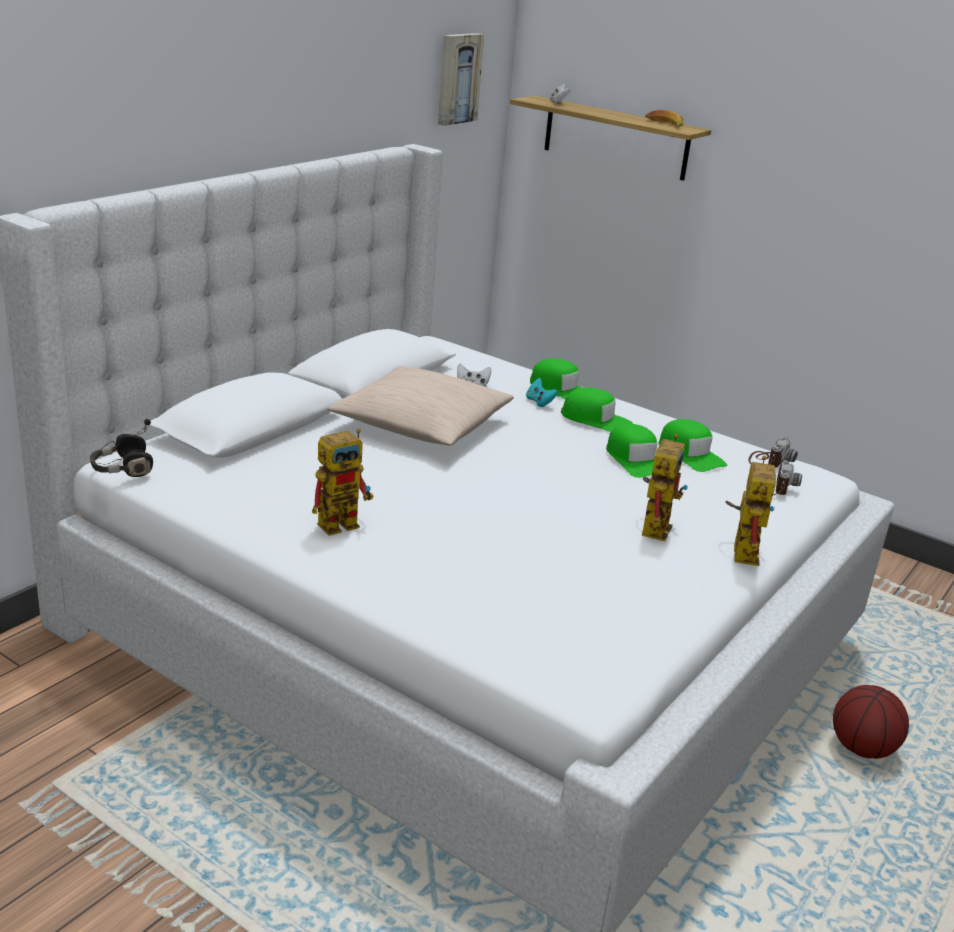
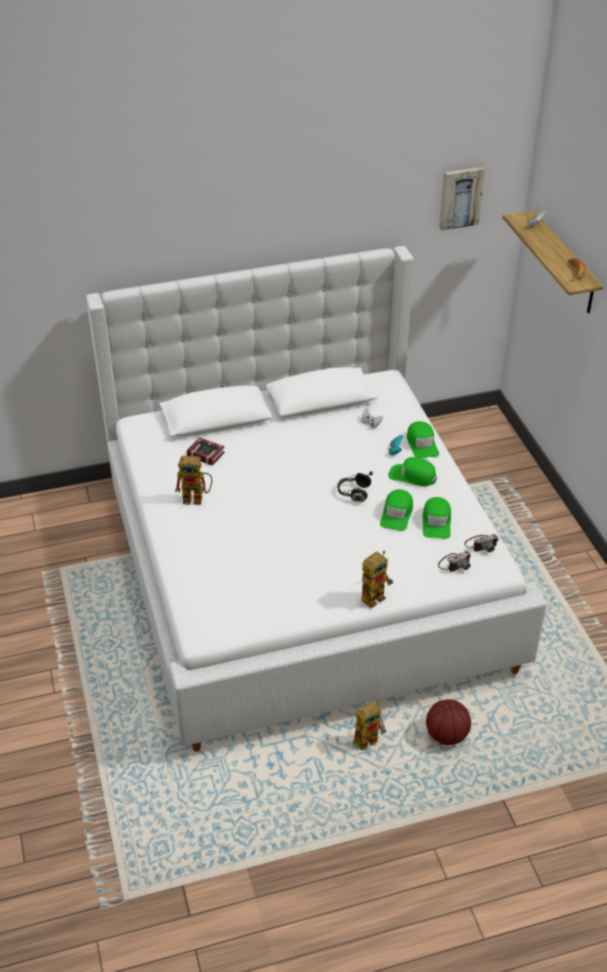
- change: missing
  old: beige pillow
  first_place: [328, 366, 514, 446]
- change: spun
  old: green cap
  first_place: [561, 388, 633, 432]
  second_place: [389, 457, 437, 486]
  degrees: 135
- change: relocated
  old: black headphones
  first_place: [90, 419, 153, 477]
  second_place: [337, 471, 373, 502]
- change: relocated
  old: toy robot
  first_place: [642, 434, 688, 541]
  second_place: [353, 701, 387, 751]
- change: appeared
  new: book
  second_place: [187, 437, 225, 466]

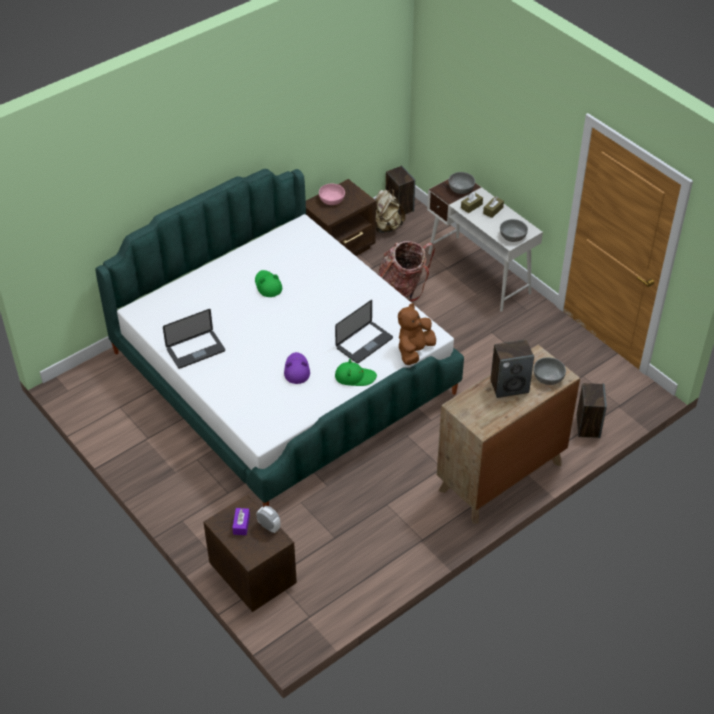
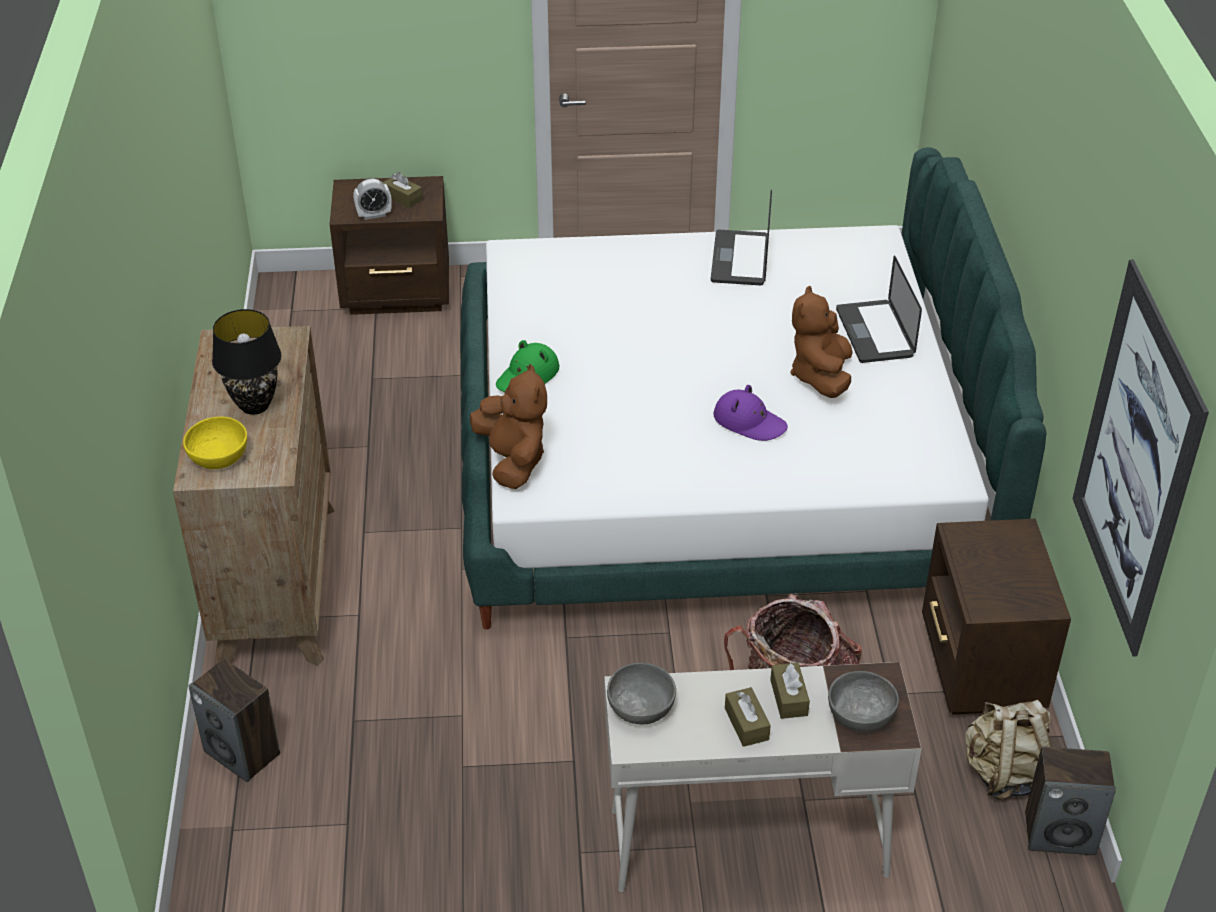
- change: missing
  old: pink bowl
  first_place: [319, 184, 345, 205]
- change: exchanged
  old: green hat
  new: brown plush toy
  first_place: [255, 270, 282, 297]
  second_place: [790, 286, 853, 398]
- change: relocated
  old: laptop
  first_place: [335, 300, 393, 364]
  second_place: [836, 256, 922, 363]
- change: exchanged
  old: speaker
  new: black table lamp
  first_place: [490, 339, 534, 398]
  second_place: [212, 309, 282, 415]
- change: relocated
  old: purple hat
  first_place: [284, 352, 310, 384]
  second_place: [714, 385, 788, 441]
- change: colour
  old: grey bowl
  new: yellow bowl
  first_place: [533, 357, 566, 385]
  second_place: [183, 417, 247, 469]
- change: colour
  old: purple tissue box
  new: brown tissue box
  first_place: [232, 508, 250, 535]
  second_place: [383, 172, 423, 208]
- change: appeared
  new: picture
  second_place: [1073, 259, 1209, 657]

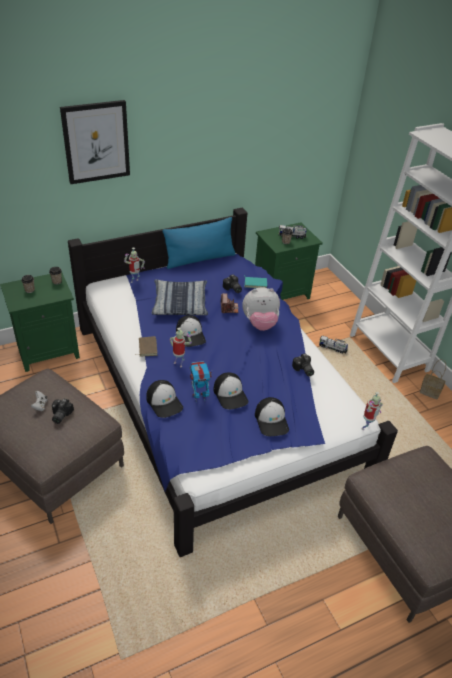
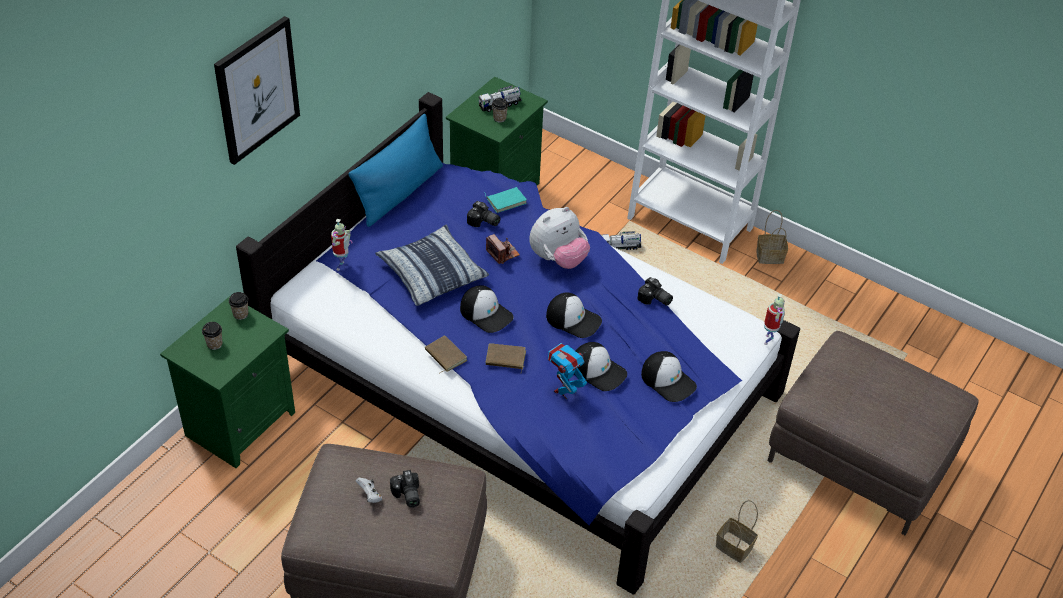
- change: exchanged
  old: toy robot
  new: brown book
  first_place: [169, 328, 192, 367]
  second_place: [486, 343, 526, 372]
- change: relocated
  old: cap
  first_place: [146, 380, 183, 418]
  second_place: [546, 292, 602, 338]
- change: appeared
  new: basket
  second_place: [716, 500, 758, 563]

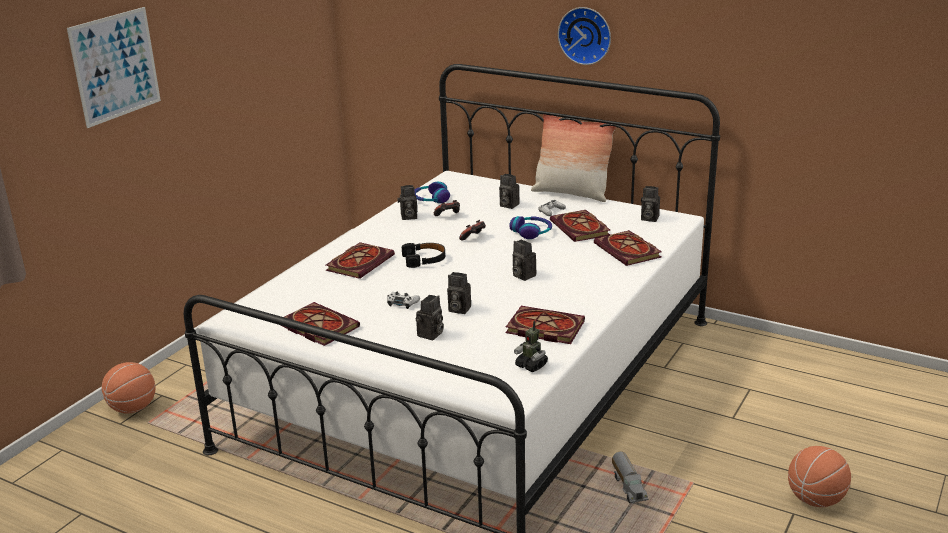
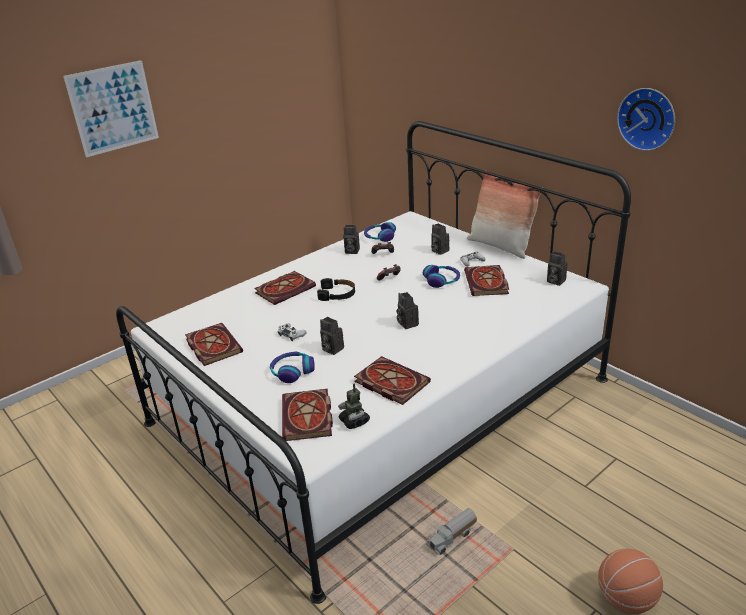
- change: relocated
  old: wall clock
  first_place: [558, 7, 611, 65]
  second_place: [617, 88, 675, 151]
- change: relocated
  old: book
  first_place: [594, 230, 662, 266]
  second_place: [282, 389, 333, 441]
- change: exchanged
  old: photo camera
  new: headphones
  first_place: [416, 295, 444, 340]
  second_place: [270, 352, 315, 383]
- change: missing
  old: basketball
  first_place: [102, 362, 155, 413]
- change: spun
  old: toy truck
  first_place: [612, 451, 648, 503]
  second_place: [426, 508, 477, 555]
  degrees: 45

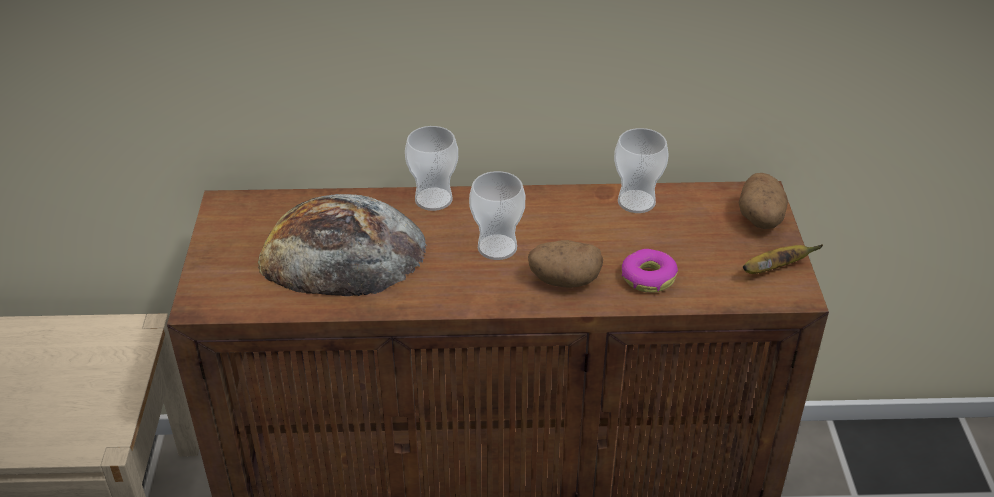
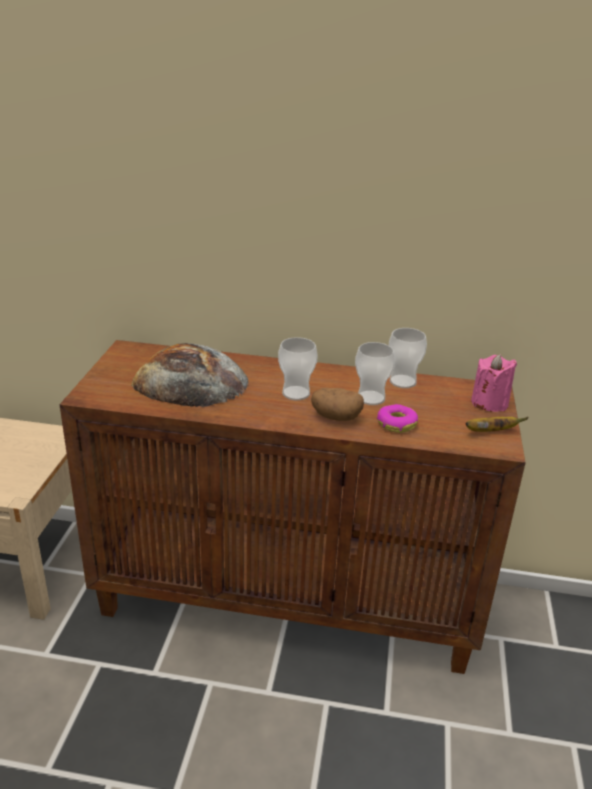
- change: relocated
  old: cup
  first_place: [405, 126, 458, 211]
  second_place: [355, 342, 395, 405]
- change: exchanged
  old: potato
  new: pink candle
  first_place: [738, 173, 788, 229]
  second_place: [471, 354, 517, 412]

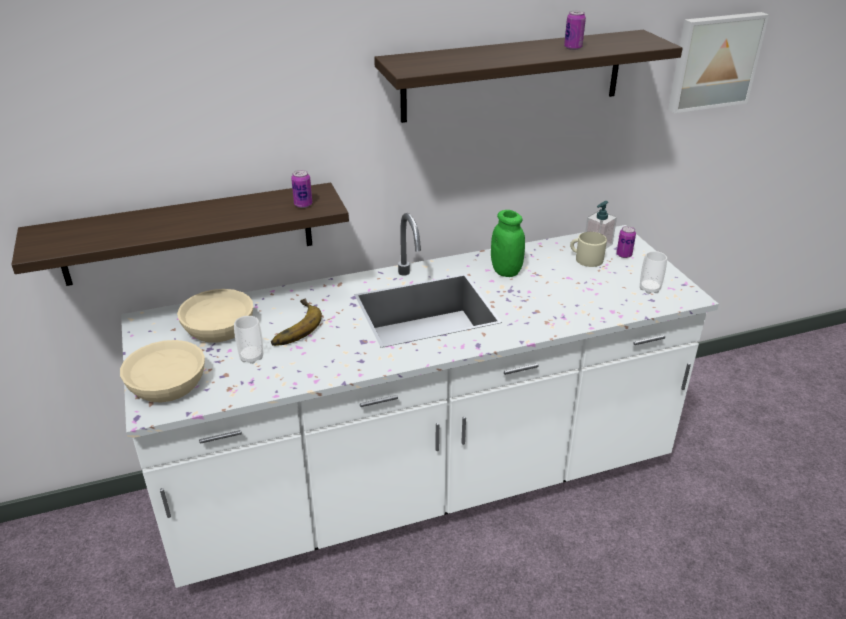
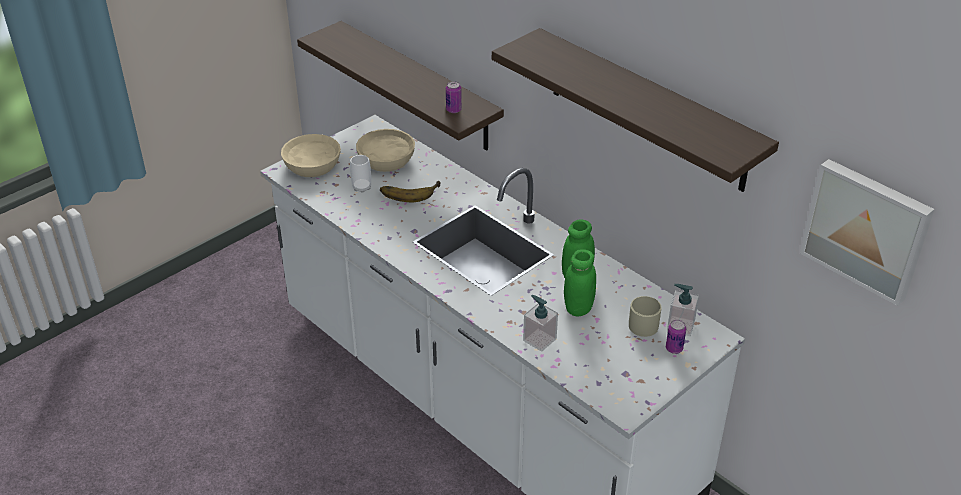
- change: missing
  old: can
  first_place: [564, 11, 586, 50]
- change: missing
  old: cup
  first_place: [640, 251, 667, 294]
- change: appeared
  new: green jar
  second_place: [564, 249, 596, 317]
- change: appeared
  new: soap dispenser
  second_place: [523, 295, 558, 352]

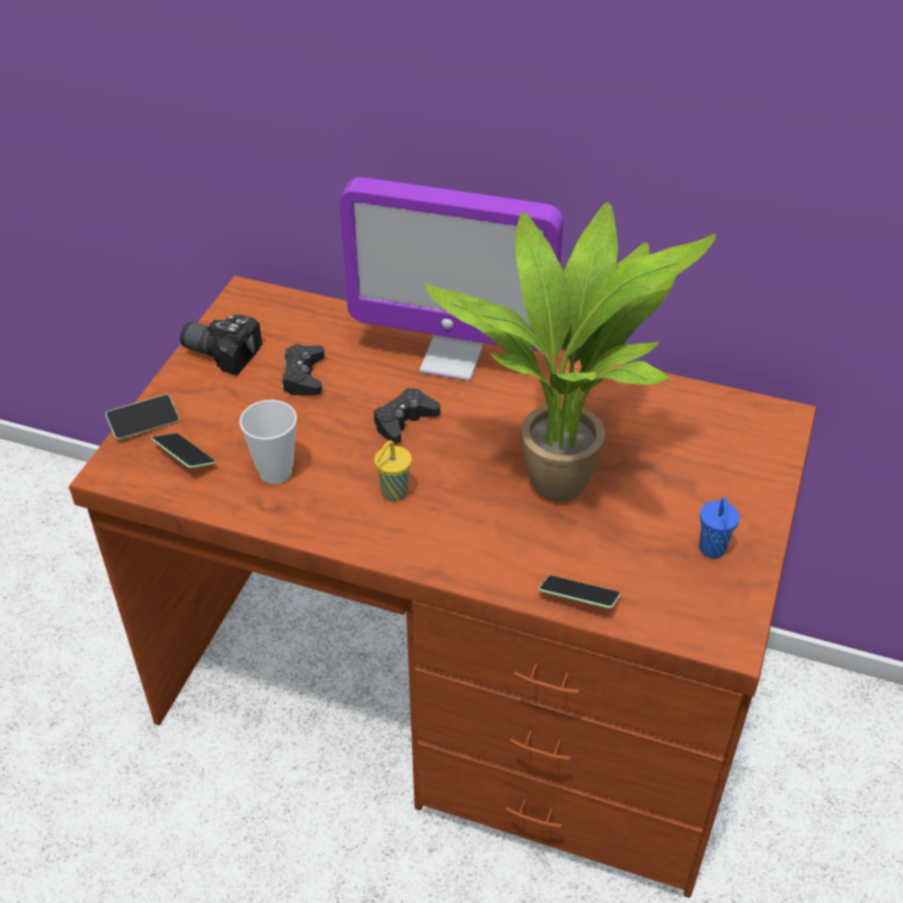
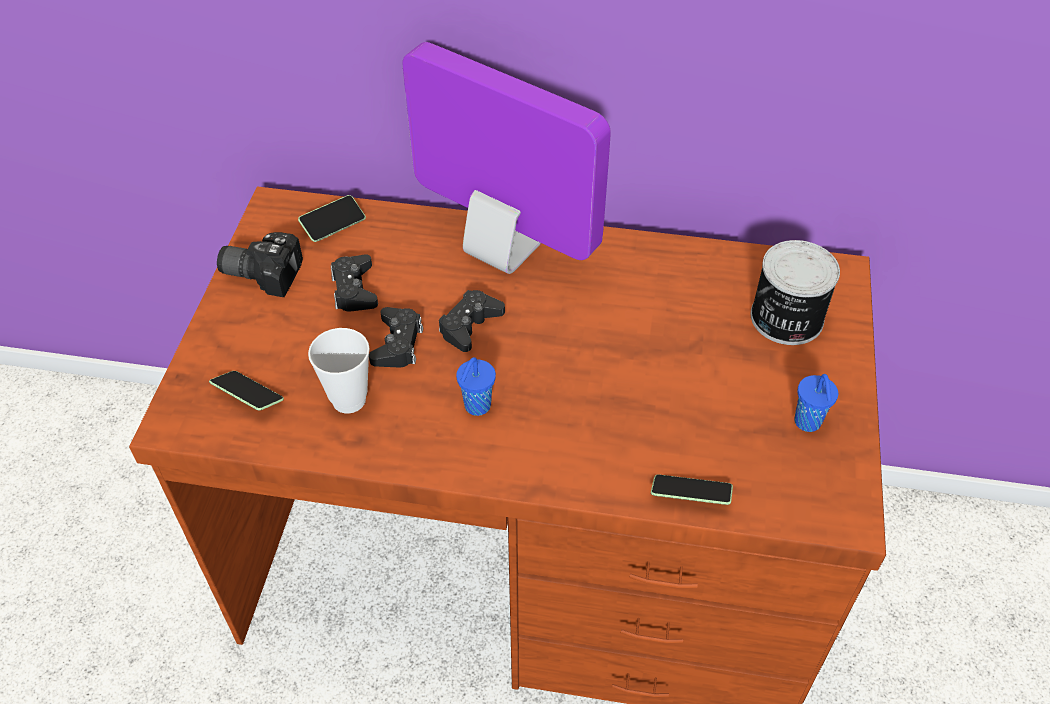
- change: spun
  old: monitor
  first_place: [340, 177, 563, 381]
  second_place: [403, 42, 611, 274]
  degrees: -150
- change: missing
  old: potted plant
  first_place: [425, 202, 716, 502]
- change: relocated
  old: phone
  first_place: [105, 394, 180, 440]
  second_place: [298, 195, 366, 242]
- change: colour
  old: yellow cup
  new: blue cup
  first_place: [374, 440, 412, 501]
  second_place: [456, 357, 496, 416]
- change: appeared
  new: can
  second_place: [751, 240, 840, 345]
- change: appeared
  new: black game controller
  second_place: [369, 307, 423, 367]

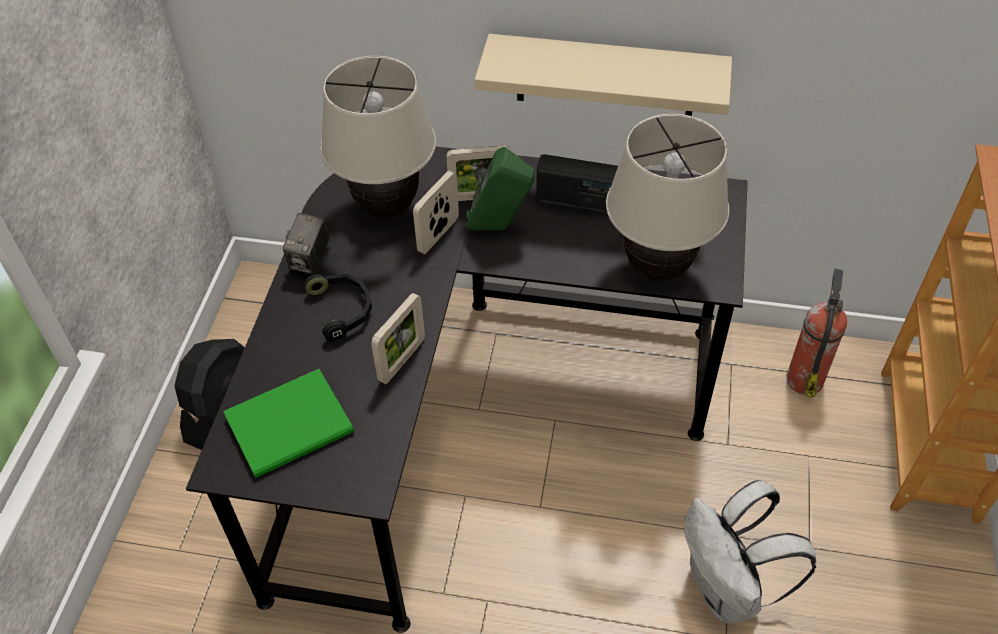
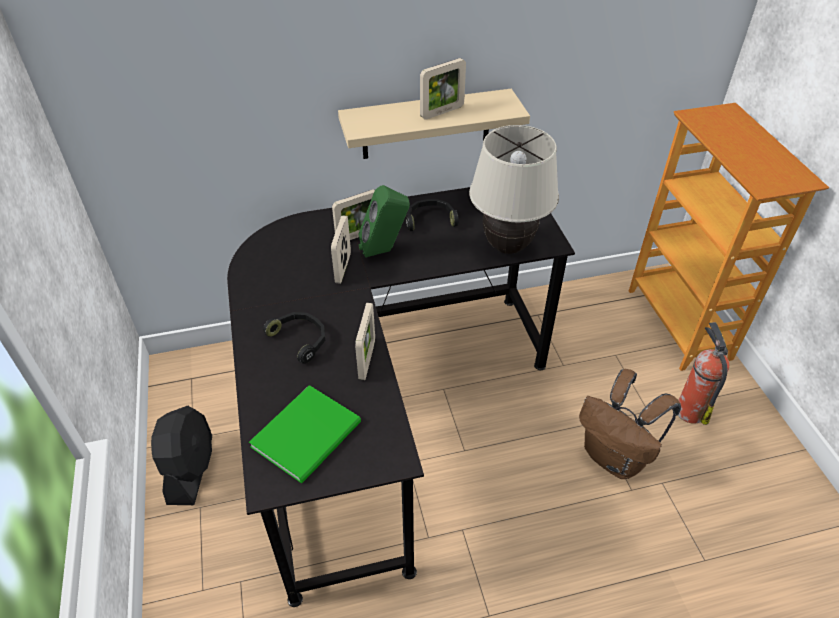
- change: missing
  old: beige table lamp
  first_place: [321, 56, 436, 218]
- change: exchanged
  old: radio
  new: black headphones
  first_place: [536, 154, 618, 214]
  second_place: [406, 199, 459, 231]
- change: missing
  old: photo camera
  first_place: [283, 213, 330, 275]
- change: relocated
  old: fire extinguisher
  first_place: [786, 268, 847, 397]
  second_place: [678, 322, 729, 425]
- change: colour
  old: white backpack
  new: brown backpack
  first_place: [684, 480, 816, 623]
  second_place: [579, 369, 681, 479]
- change: appeared
  new: picture frame
  second_place: [420, 58, 466, 120]

